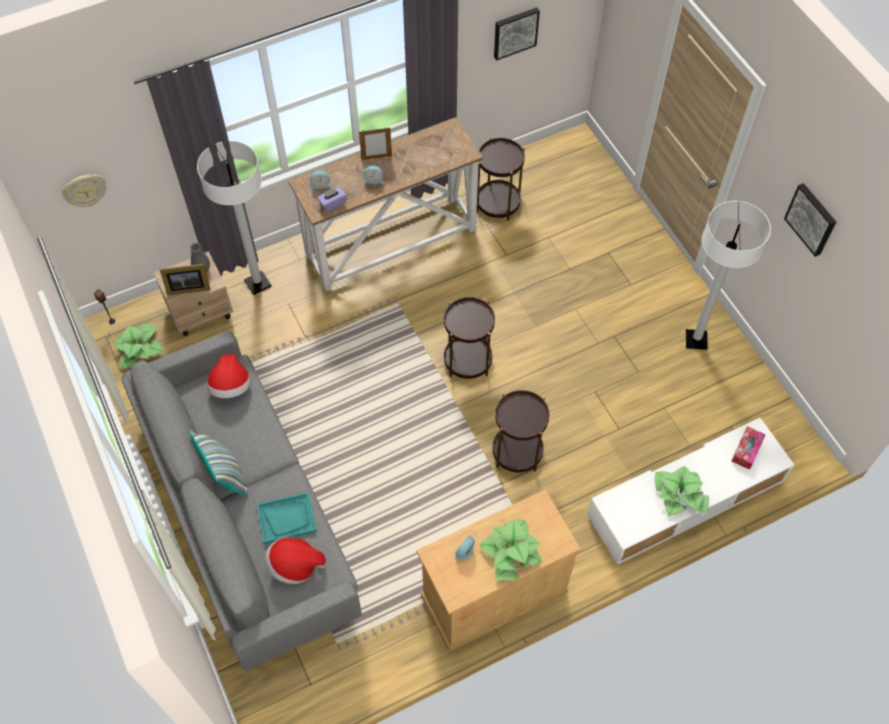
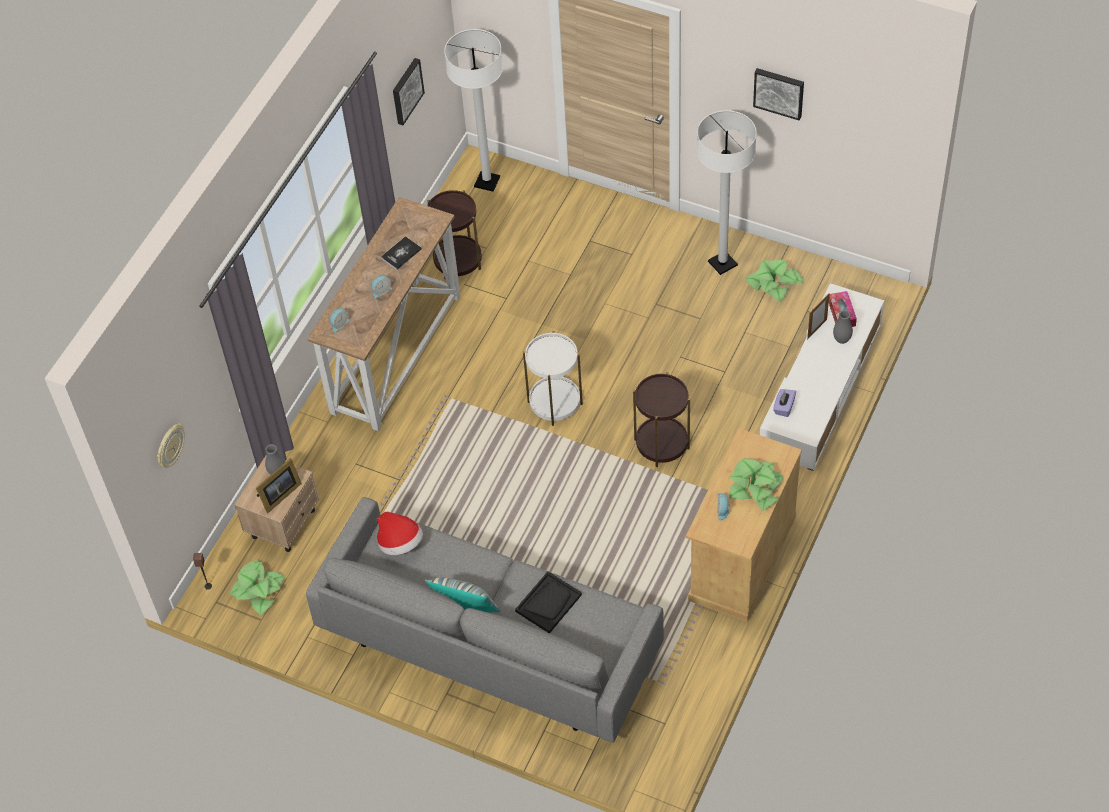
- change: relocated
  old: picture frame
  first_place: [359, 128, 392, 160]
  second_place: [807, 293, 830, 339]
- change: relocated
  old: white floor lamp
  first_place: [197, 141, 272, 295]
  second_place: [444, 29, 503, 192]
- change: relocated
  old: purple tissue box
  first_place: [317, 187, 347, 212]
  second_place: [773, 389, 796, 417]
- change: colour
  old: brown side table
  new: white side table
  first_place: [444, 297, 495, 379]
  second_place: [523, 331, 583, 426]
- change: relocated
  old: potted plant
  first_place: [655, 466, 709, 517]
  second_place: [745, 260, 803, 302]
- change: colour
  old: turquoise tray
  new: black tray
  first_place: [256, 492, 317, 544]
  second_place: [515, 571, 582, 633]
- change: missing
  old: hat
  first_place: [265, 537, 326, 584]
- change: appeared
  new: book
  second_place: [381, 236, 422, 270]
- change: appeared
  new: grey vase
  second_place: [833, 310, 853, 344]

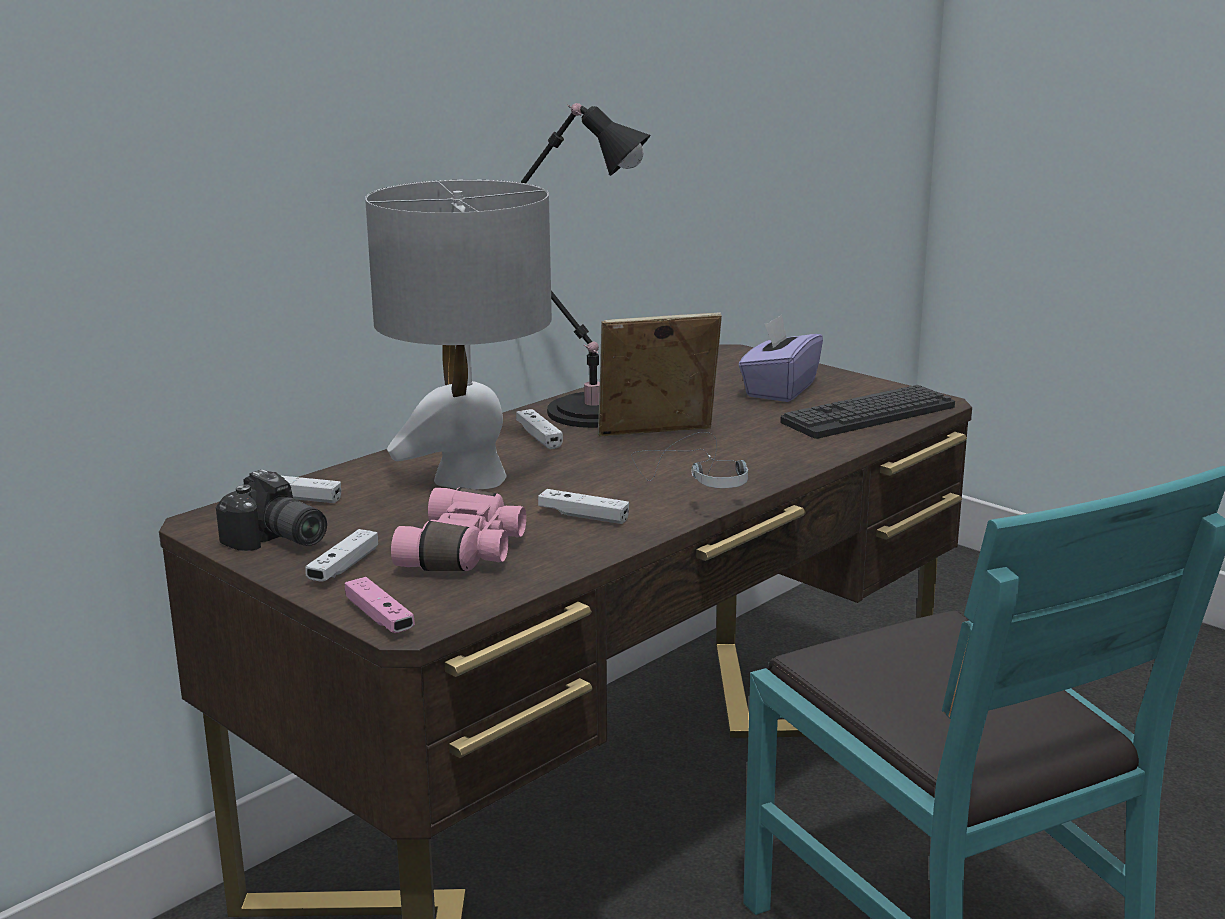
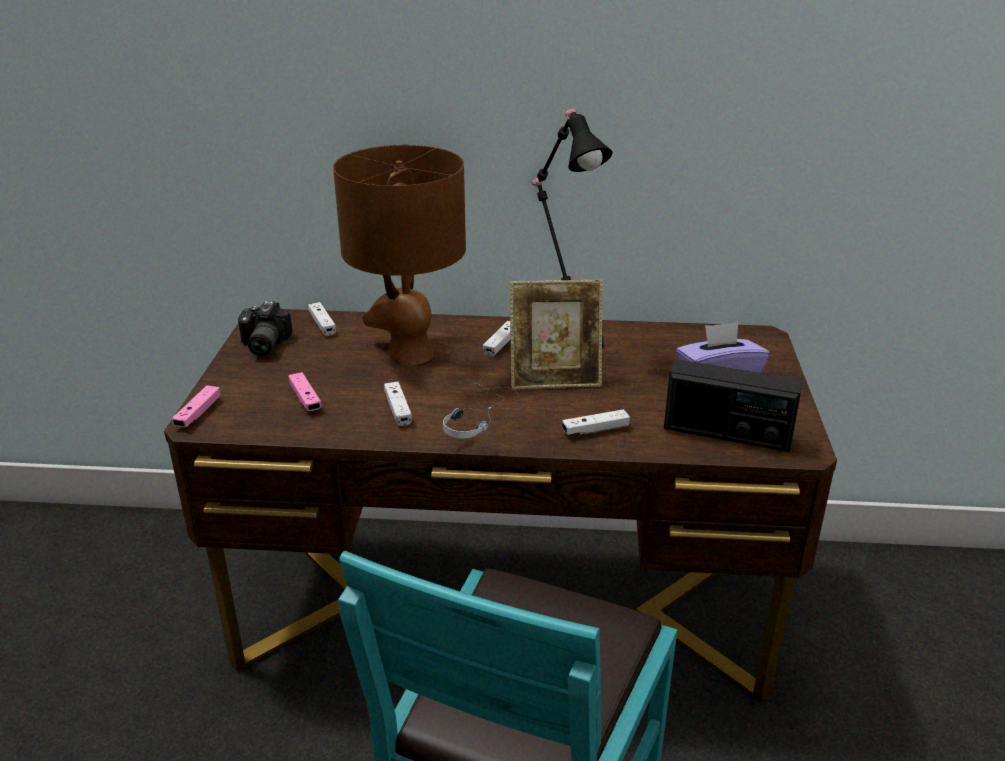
- change: colour
  old: grey table lamp
  new: brown table lamp
  first_place: [365, 180, 552, 490]
  second_place: [333, 145, 466, 366]
- change: spun
  old: picture frame
  first_place: [598, 313, 722, 437]
  second_place: [510, 280, 603, 390]
  degrees: 135
- change: exchanged
  old: keyboard
  new: radio
  first_place: [780, 385, 955, 439]
  second_place: [664, 359, 803, 452]
- change: exchanged
  old: pink binoculars
  new: pink game controller
  first_place: [391, 487, 526, 571]
  second_place: [288, 372, 322, 411]
- change: relocated
  old: white game controller
  first_place: [305, 529, 378, 582]
  second_place: [562, 409, 630, 435]

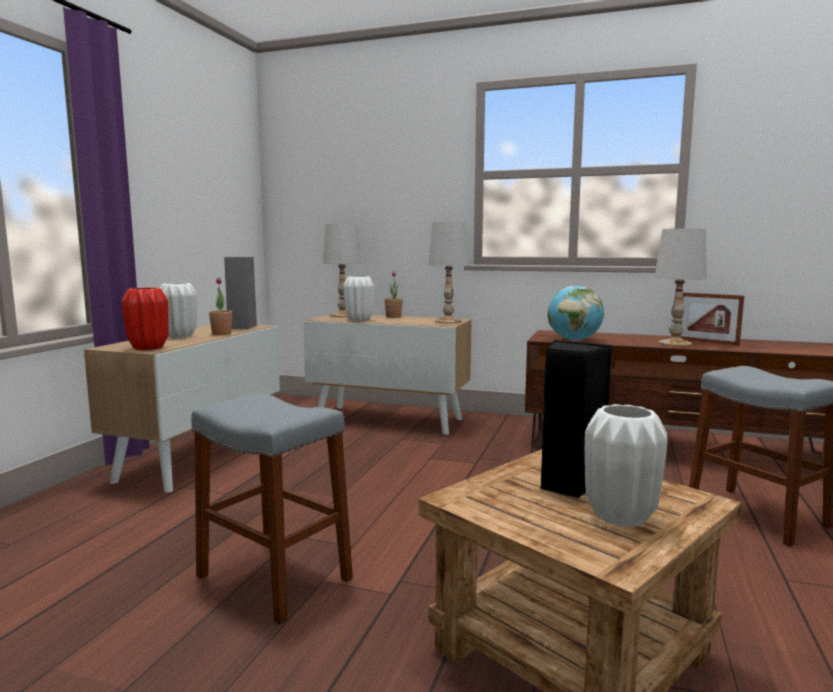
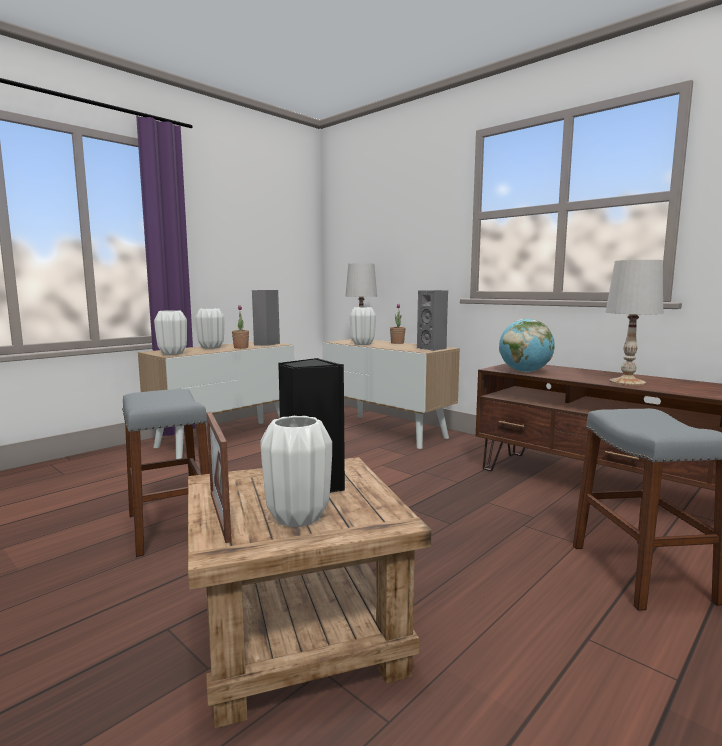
- change: exchanged
  old: white table lamp
  new: grey speaker
  first_place: [428, 222, 470, 323]
  second_place: [417, 290, 448, 351]
- change: colour
  old: red vase
  new: white vase
  first_place: [122, 287, 169, 350]
  second_place: [154, 310, 187, 355]
- change: relocated
  old: picture frame
  first_place: [679, 292, 744, 346]
  second_place: [207, 412, 231, 543]

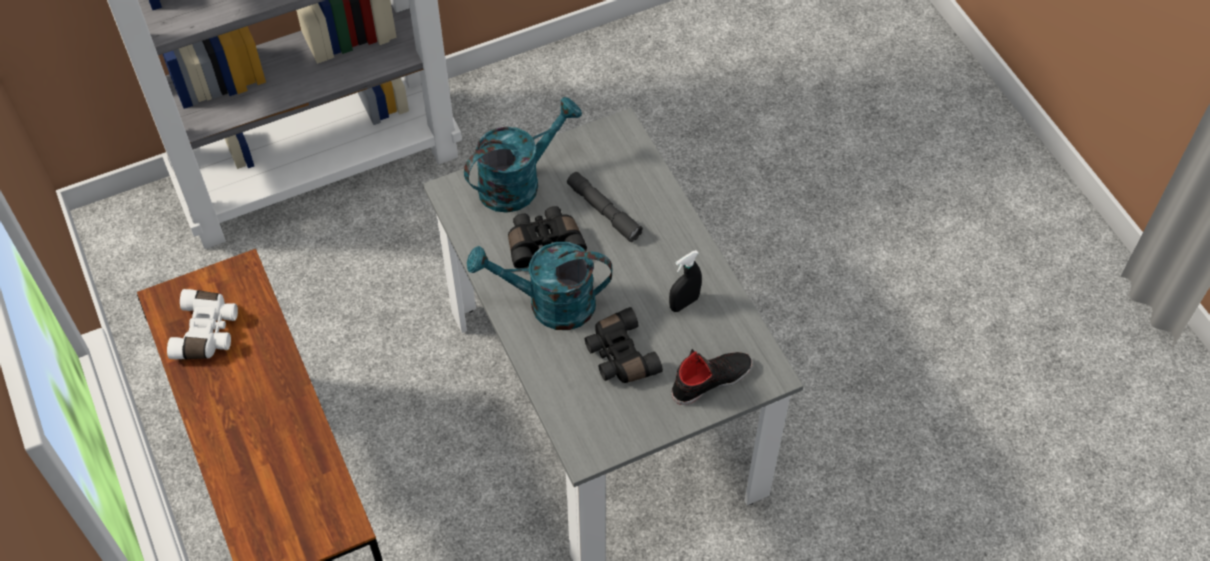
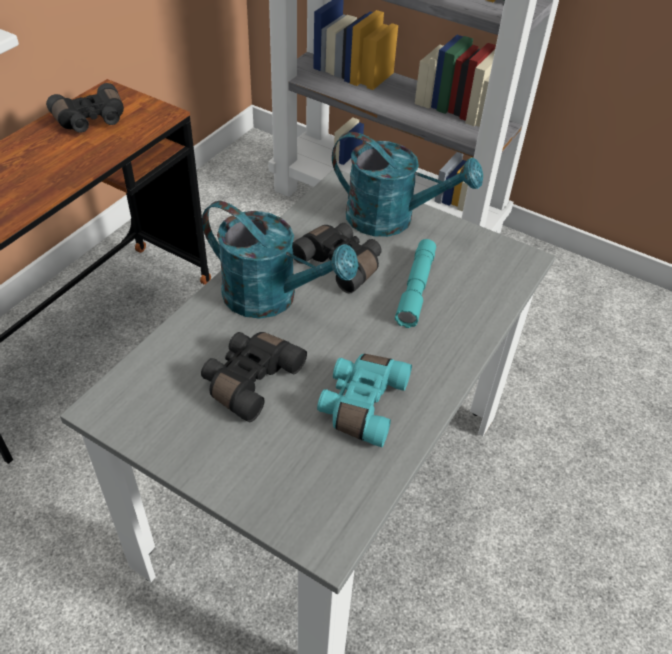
- change: colour
  old: grey flashlight
  new: turquoise flashlight
  first_place: [567, 172, 643, 242]
  second_place: [395, 239, 436, 328]
- change: spun
  old: turquoise watering can
  first_place: [467, 242, 612, 330]
  second_place: [202, 201, 358, 319]
  degrees: 150
- change: exchanged
  old: black spray bottle
  new: turquoise binoculars
  first_place: [669, 250, 702, 312]
  second_place: [317, 354, 412, 447]
- change: colour
  old: white binoculars
  new: black binoculars
  first_place: [167, 289, 238, 359]
  second_place: [46, 83, 124, 133]
- change: missing
  old: black shoe
  first_place: [672, 349, 752, 405]

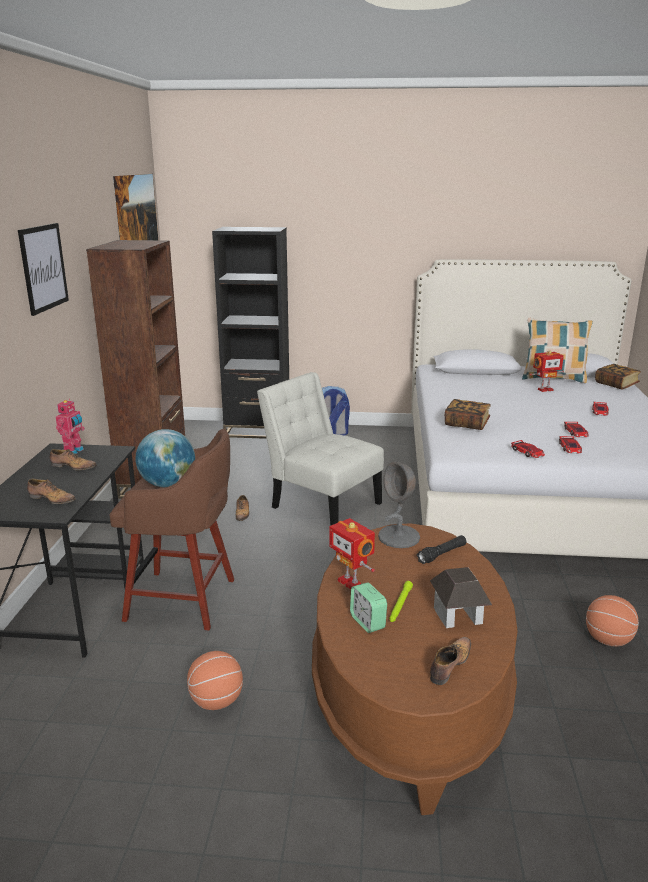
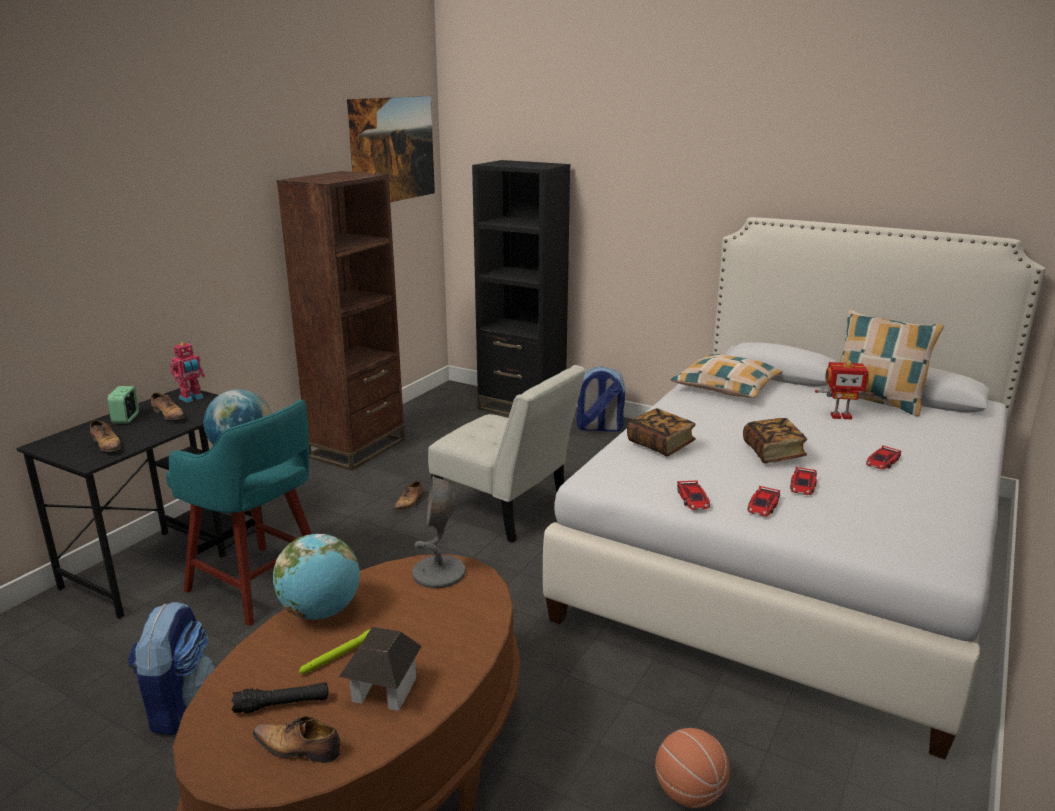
- change: missing
  old: picture
  first_place: [18, 223, 69, 316]
- change: relocated
  old: book
  first_place: [595, 364, 641, 390]
  second_place: [743, 418, 807, 464]
- change: spun
  old: white chair
  first_place: [257, 372, 384, 526]
  second_place: [428, 365, 586, 543]
  degrees: 150
- change: colour
  old: brown stool
  new: turquoise stool
  first_place: [109, 429, 234, 631]
  second_place: [166, 399, 312, 626]
- change: exchanged
  old: toy robot
  new: globe
  first_place: [329, 518, 375, 590]
  second_place: [273, 534, 360, 620]
- change: relocated
  old: black flashlight
  first_place: [416, 535, 466, 564]
  second_place: [231, 682, 329, 714]
- change: relocated
  old: alarm clock
  first_place: [350, 582, 387, 633]
  second_place: [108, 386, 139, 424]
- change: spun
  old: shoe
  first_place: [430, 637, 471, 685]
  second_place: [252, 716, 340, 763]
  degrees: -135
- change: exchanged
  old: basketball
  new: backpack
  first_place: [187, 651, 243, 710]
  second_place: [128, 602, 215, 735]
- change: appeared
  new: pillow
  second_place: [670, 354, 783, 398]

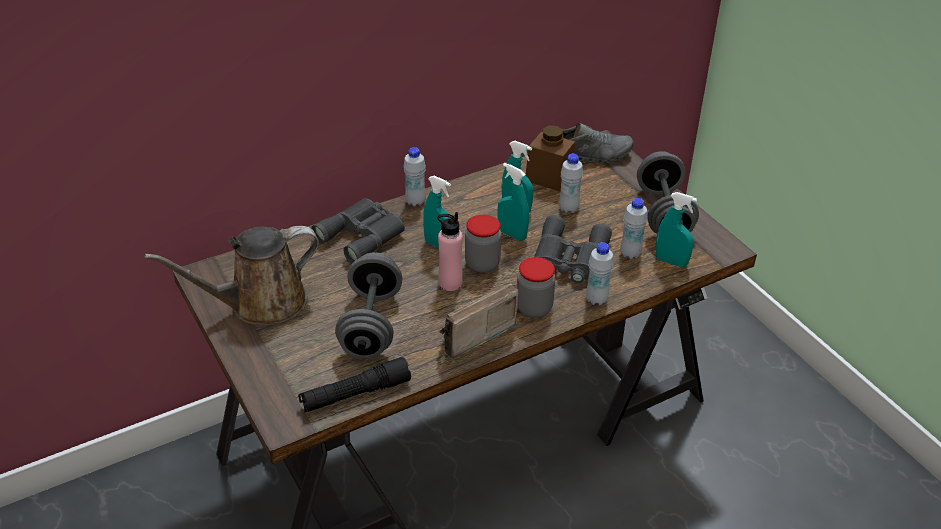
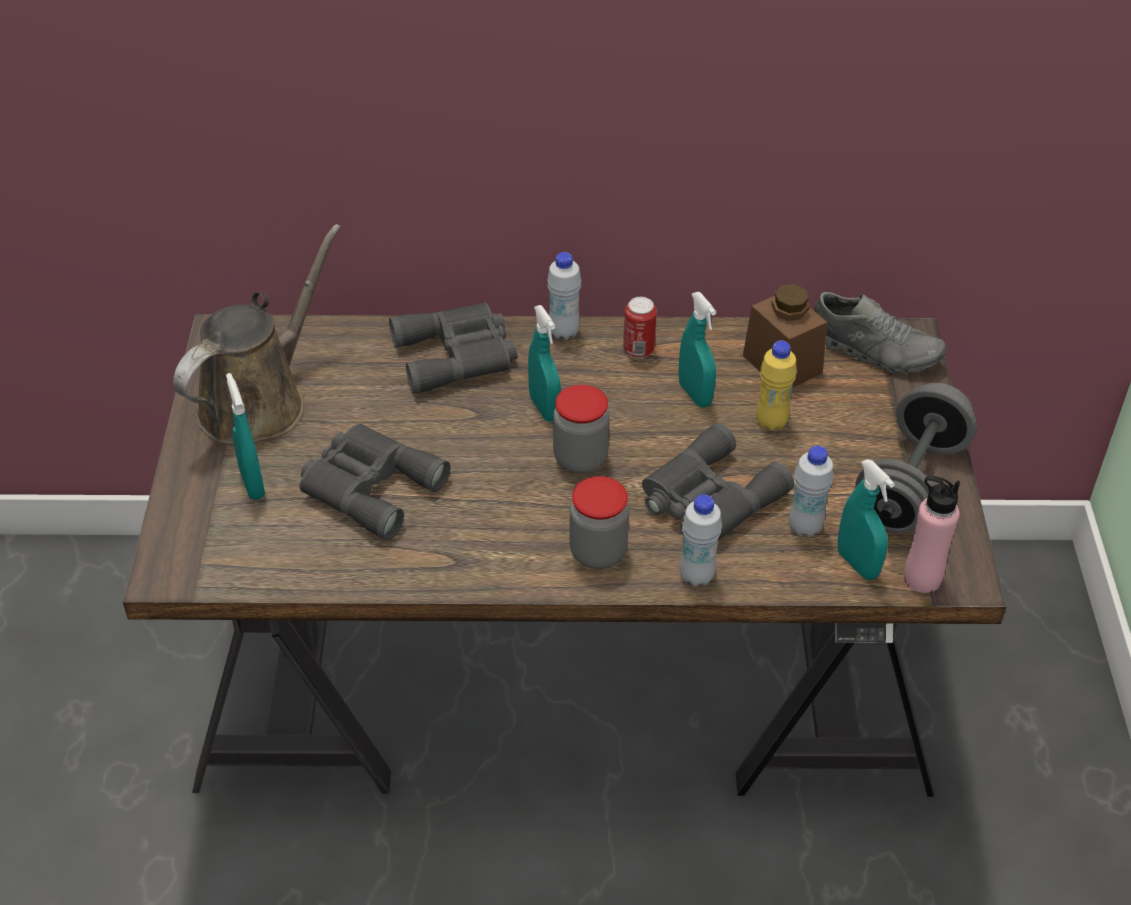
- change: colour
  old: white bottle
  new: yellow bottle
  first_place: [559, 154, 583, 213]
  second_place: [756, 341, 797, 431]
- change: relocated
  old: turquoise spray bottle
  first_place: [497, 163, 529, 241]
  second_place: [226, 373, 265, 500]
- change: relocated
  old: pink bottle
  first_place: [438, 212, 463, 291]
  second_place: [904, 476, 960, 593]
- change: spun
  old: brown watering can
  first_place: [144, 226, 319, 325]
  second_place: [173, 224, 341, 445]
  degrees: 120
- change: exchanged
  old: grey dumbbell
  new: grey binoculars
  first_place: [335, 253, 402, 359]
  second_place: [299, 424, 451, 540]
- change: missing
  old: radio
  first_place: [440, 283, 519, 359]
- change: missing
  old: black flashlight
  first_place: [298, 357, 411, 412]
- change: appeared
  new: can
  second_place: [623, 297, 657, 358]

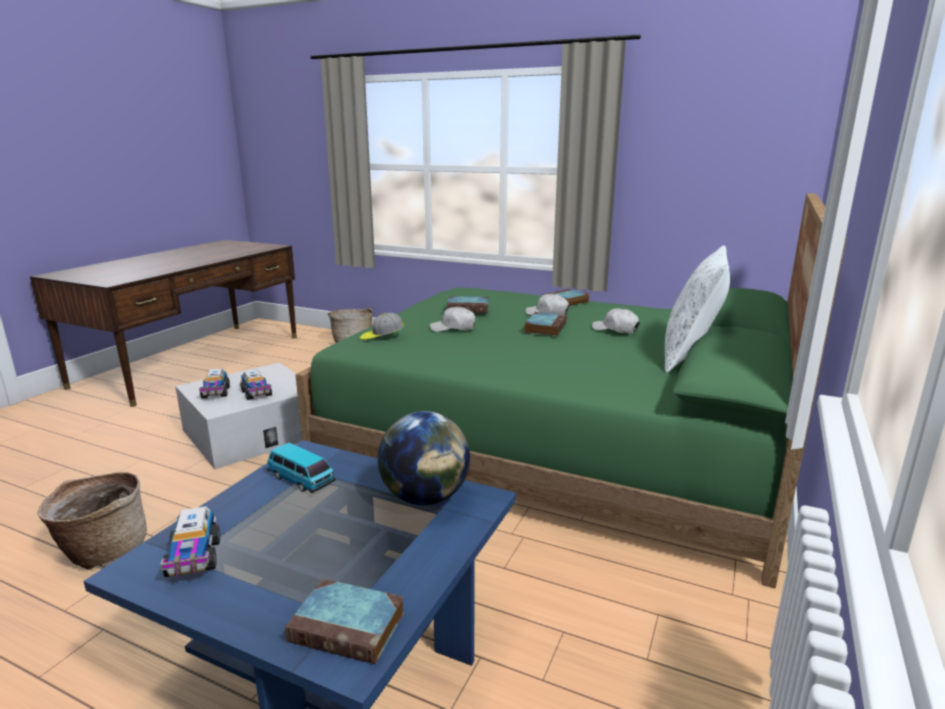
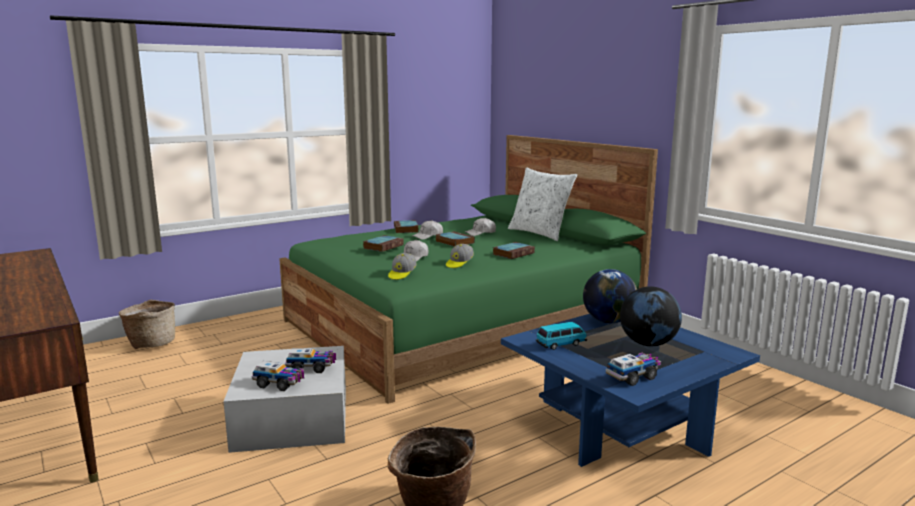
- change: spun
  old: toy truck
  first_place: [160, 506, 220, 578]
  second_place: [606, 353, 661, 386]
  degrees: -45
- change: relocated
  old: book
  first_place: [285, 579, 405, 664]
  second_place: [493, 242, 535, 259]
- change: appeared
  new: cap
  second_place: [446, 244, 474, 268]
- change: appeared
  new: globe
  second_place: [620, 286, 682, 346]

